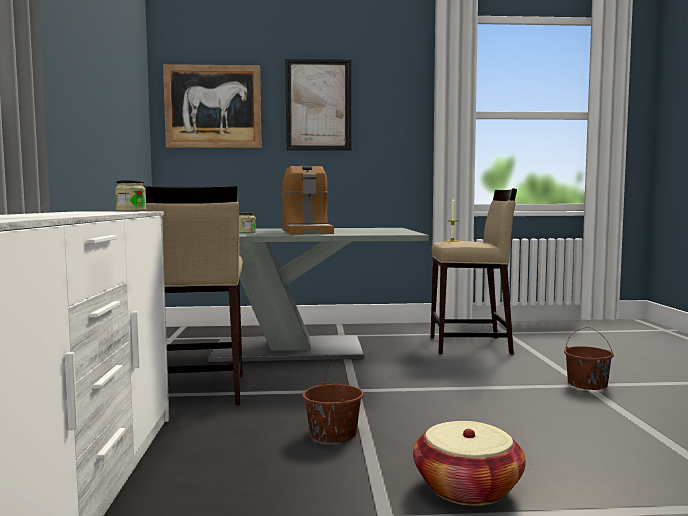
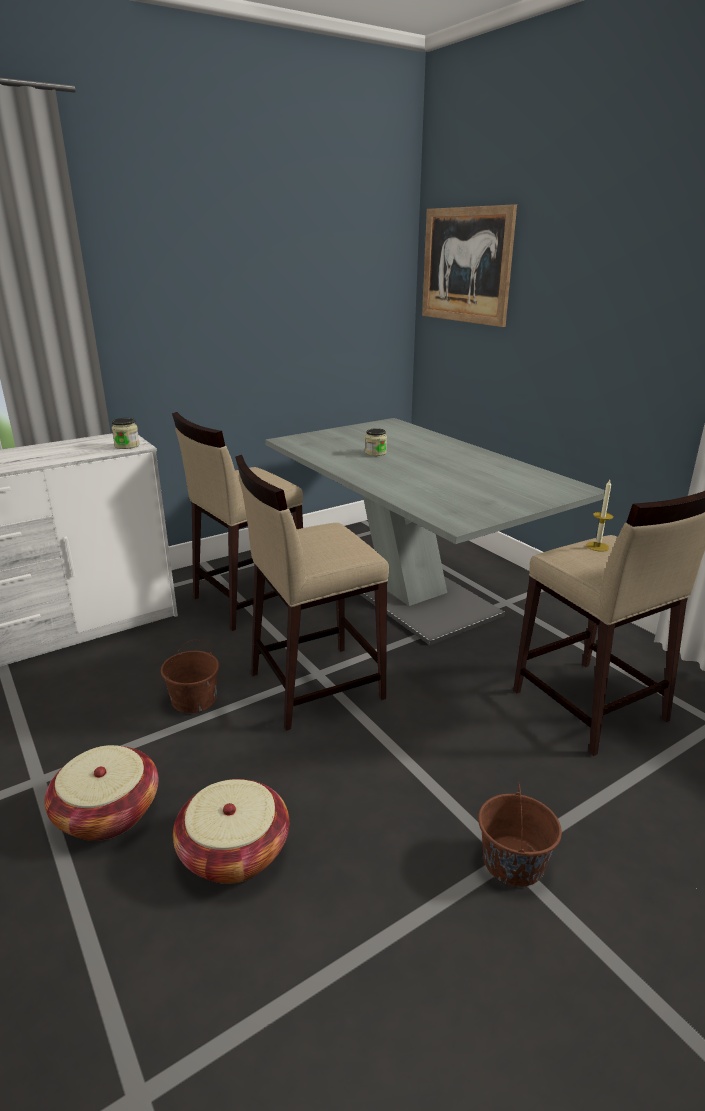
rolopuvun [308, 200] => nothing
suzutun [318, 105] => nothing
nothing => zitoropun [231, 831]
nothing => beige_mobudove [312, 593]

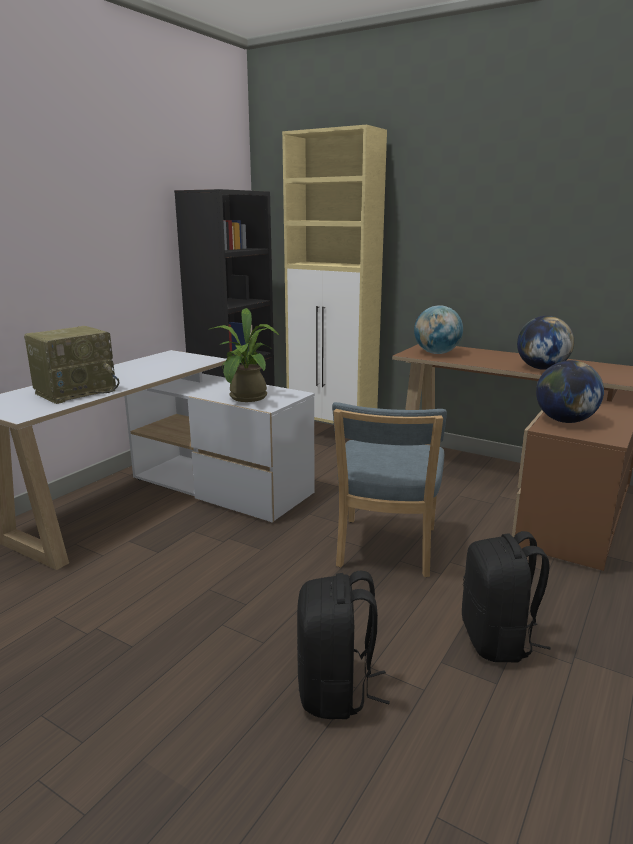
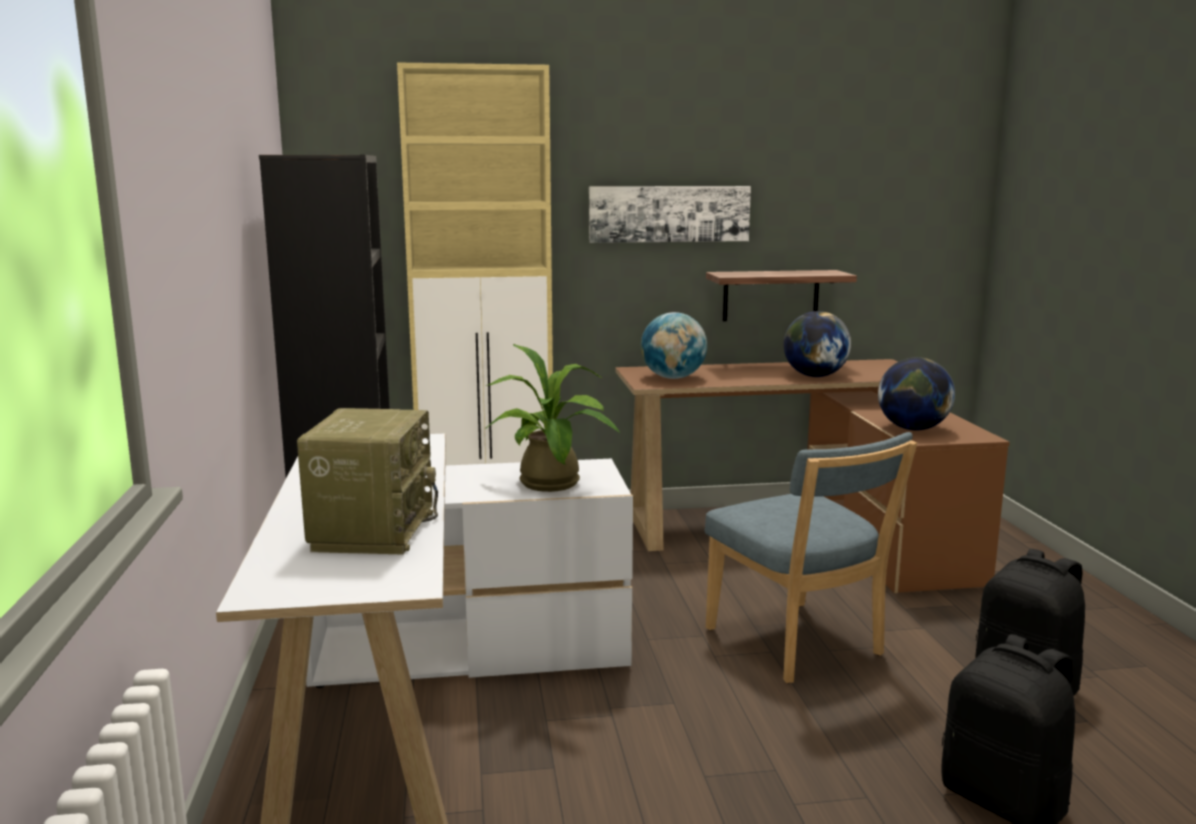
nothing => suzutun [670, 214]
nothing => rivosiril [781, 295]

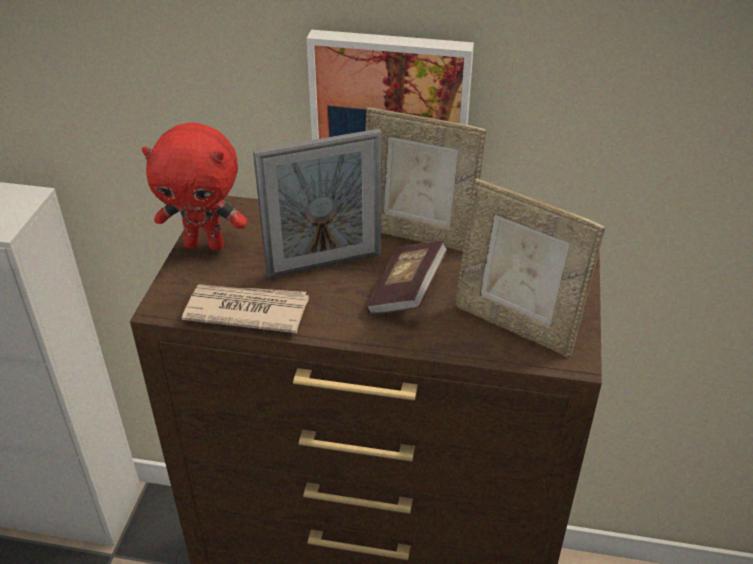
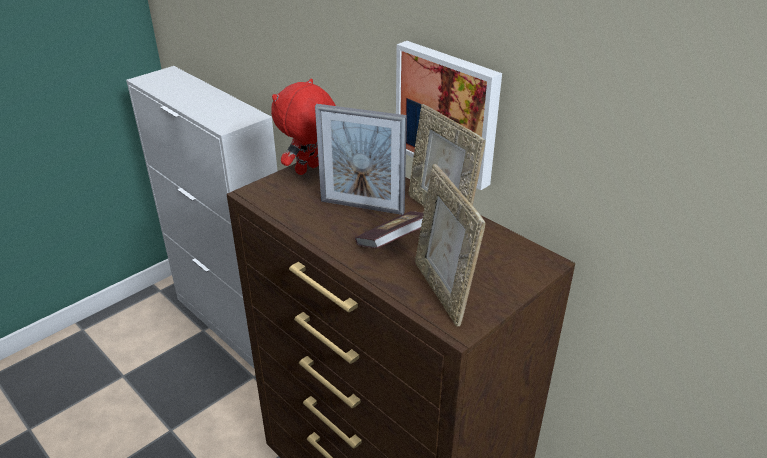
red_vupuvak [194, 186] => red_vupuvak [303, 127], 90 degrees clockwise
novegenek [245, 308] => nothing

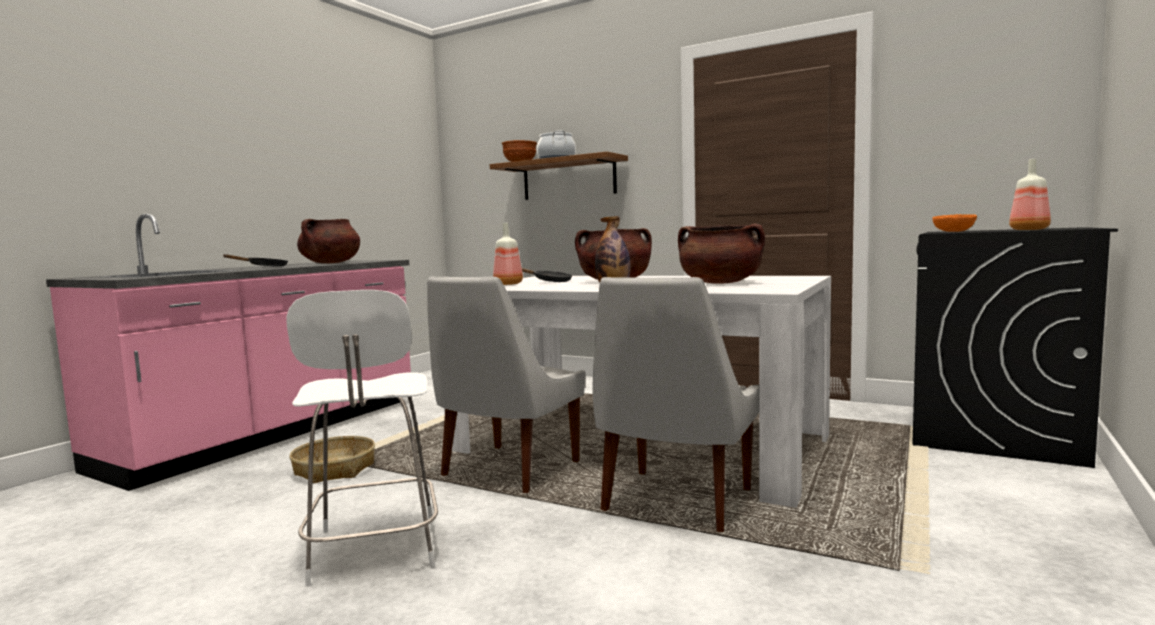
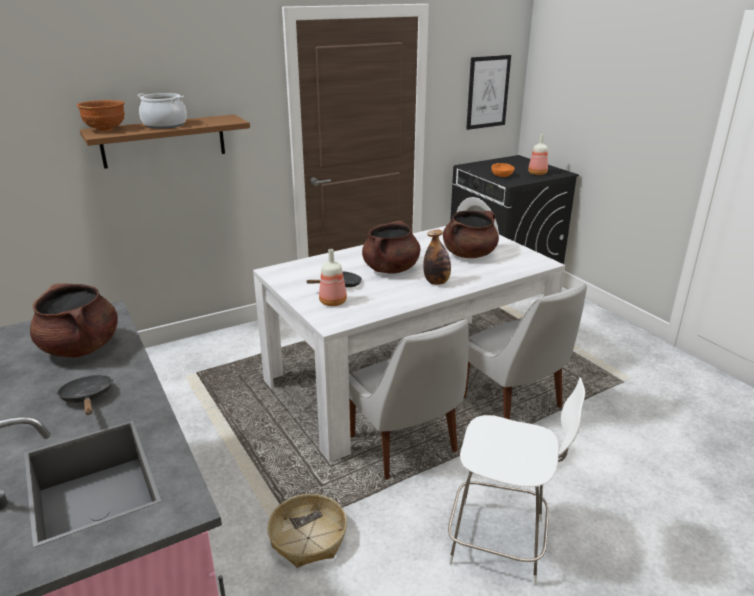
nothing => suzutun [488, 92]

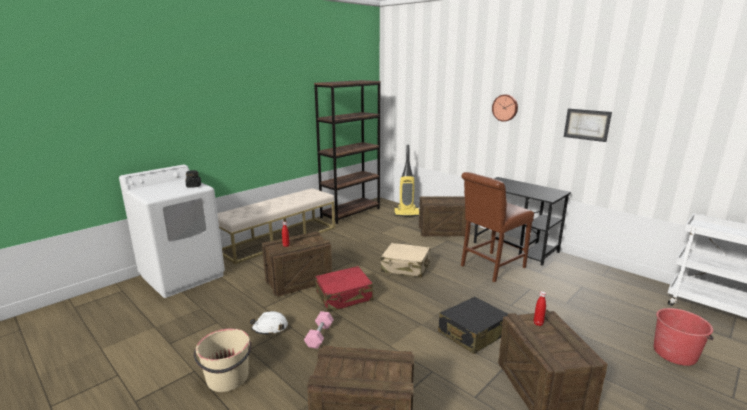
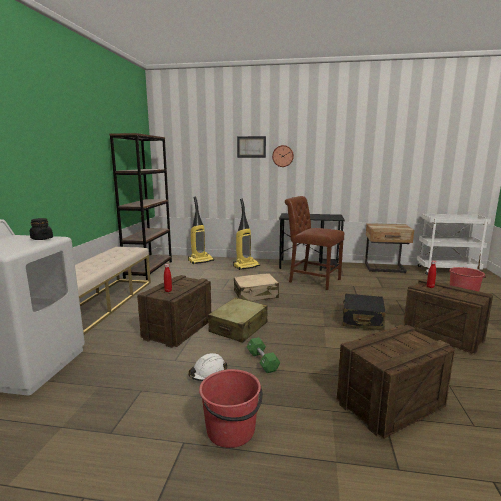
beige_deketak [222, 360] => red_deketak [231, 408]
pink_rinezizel [319, 330] => green_rinezizel [263, 355]
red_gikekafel [344, 289] => beige_gikekafel [238, 320]
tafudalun [442, 216] => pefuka [246, 234]
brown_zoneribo [497, 227] => brown_zoneribo [314, 243], 105 degrees clockwise
suzutun [588, 125] => suzutun [251, 147], moved
nothing => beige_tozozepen [389, 248]

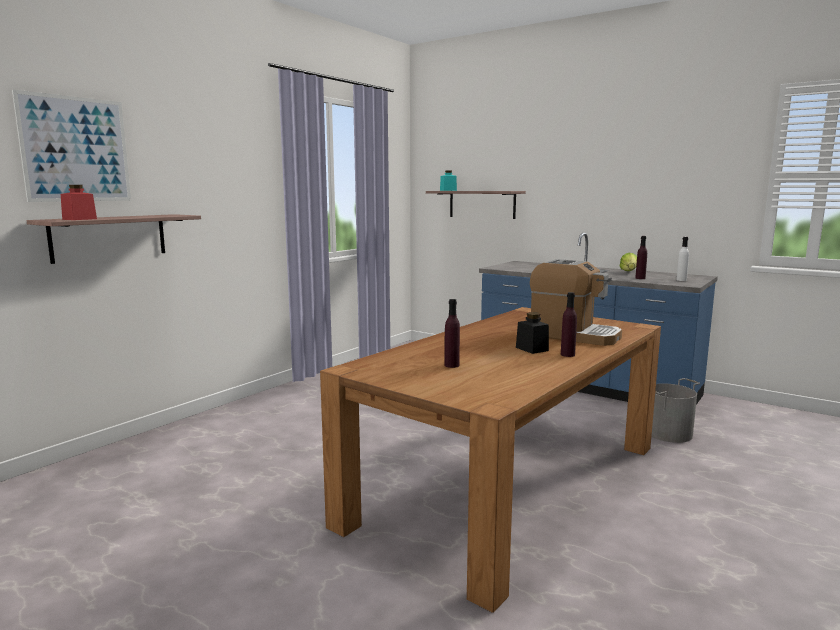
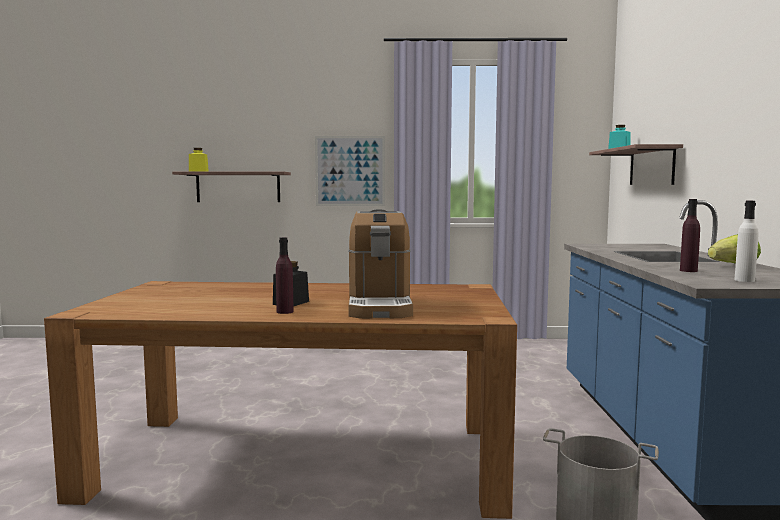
suzutun [71, 146] => suzutun [350, 171], moved
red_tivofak [79, 202] => yellow_tivofak [199, 160]
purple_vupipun [452, 333] => nothing

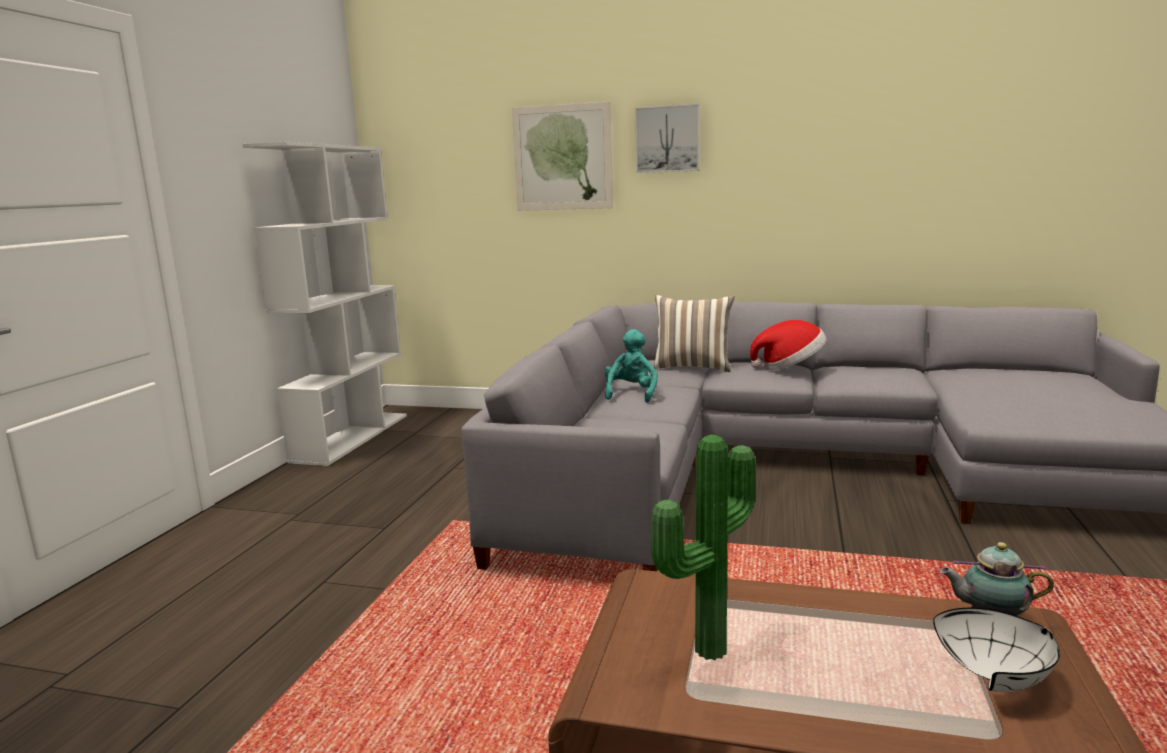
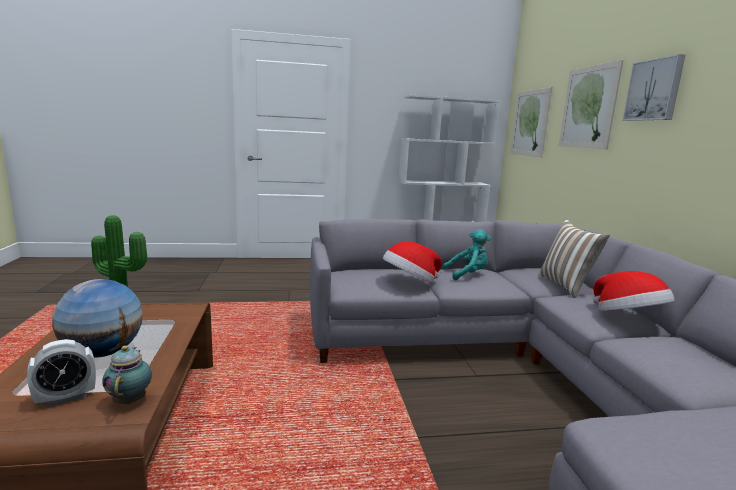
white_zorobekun [996, 650] => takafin [61, 373]
nothing => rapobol [97, 318]
nothing => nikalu [412, 262]
nothing => suzutun [531, 122]

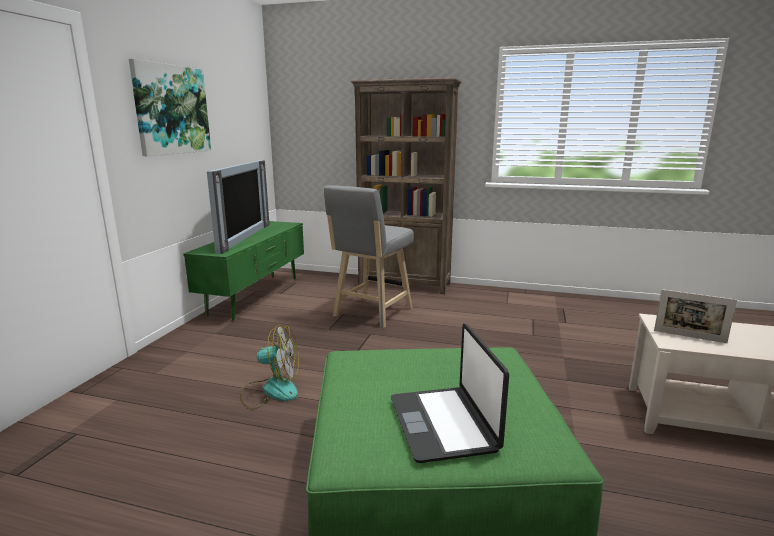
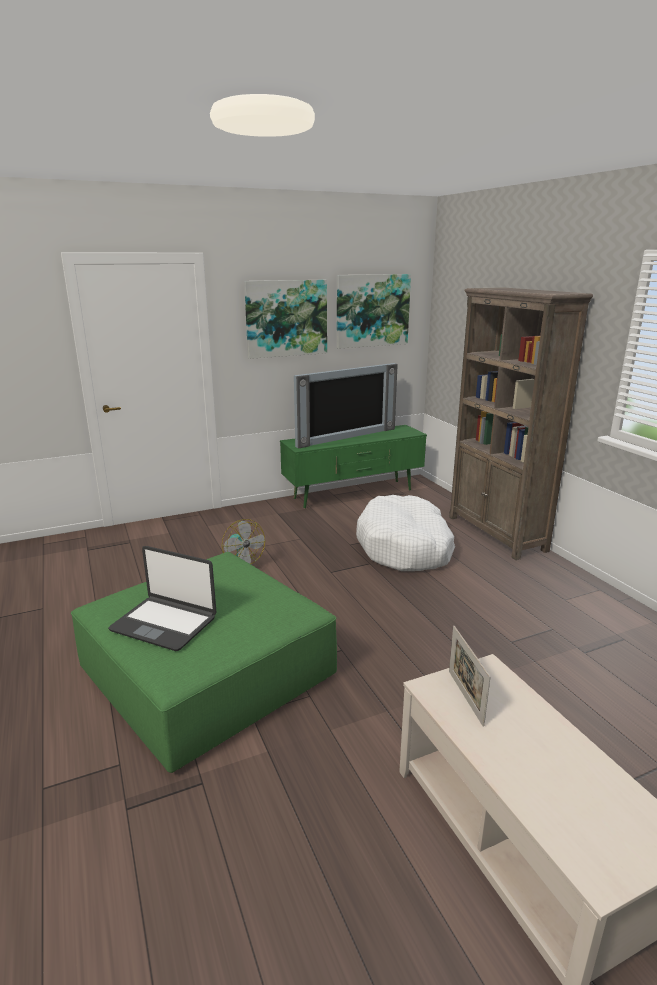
grey_mobudove [369, 256] => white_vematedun [405, 533]
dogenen [450, 393] => dogenen [162, 598], 105 degrees counterclockwise
nothing => suzutun [374, 311]

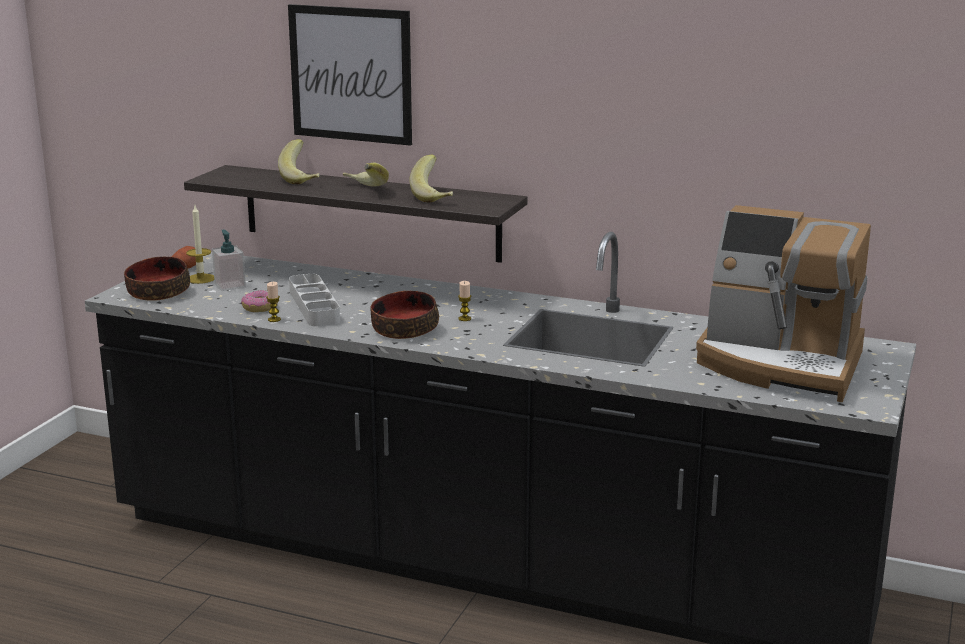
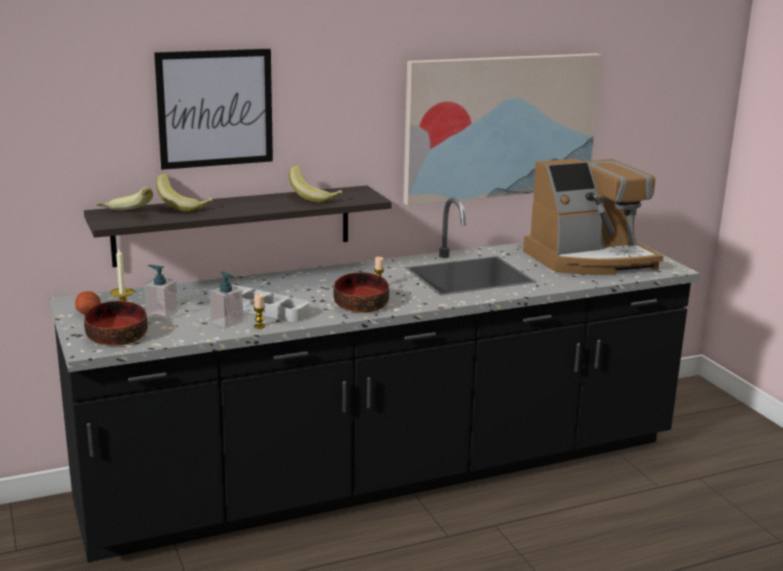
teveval [259, 301] => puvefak [226, 300]
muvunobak [366, 175] => muvunobak [124, 199], moved
nothing => suzutun [502, 129]

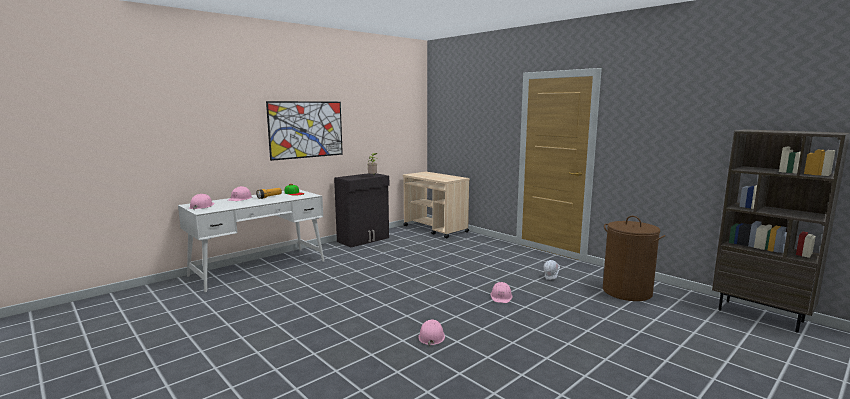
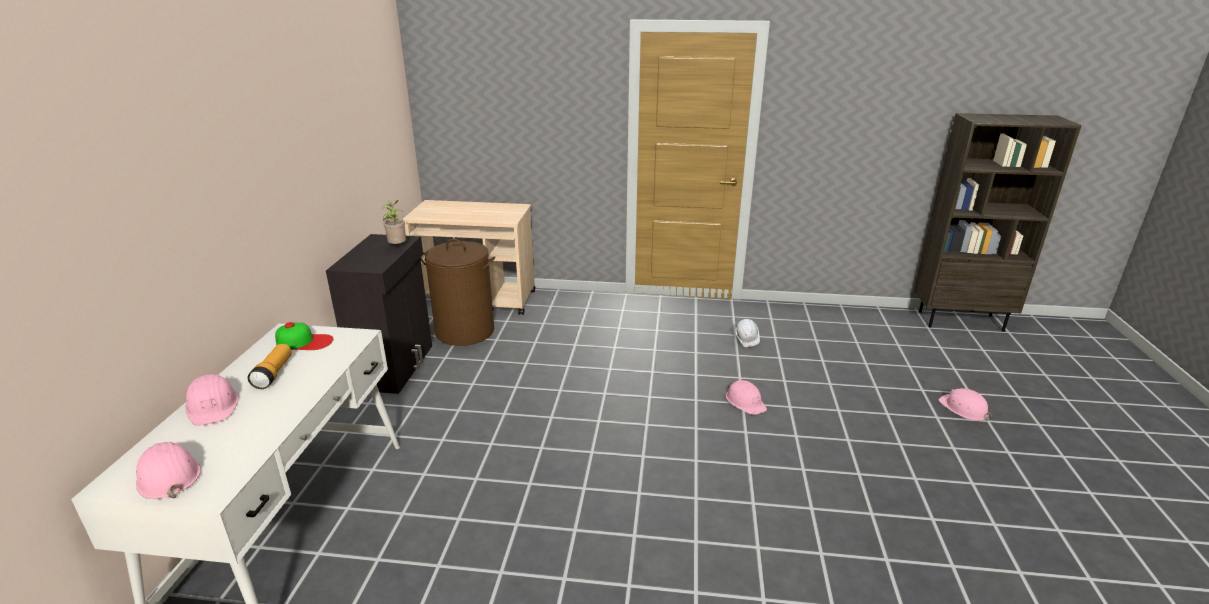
suzutun [304, 131] => nothing
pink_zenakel [431, 332] => pink_zenakel [965, 404], moved
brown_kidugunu [634, 258] => brown_kidugunu [457, 292], moved

